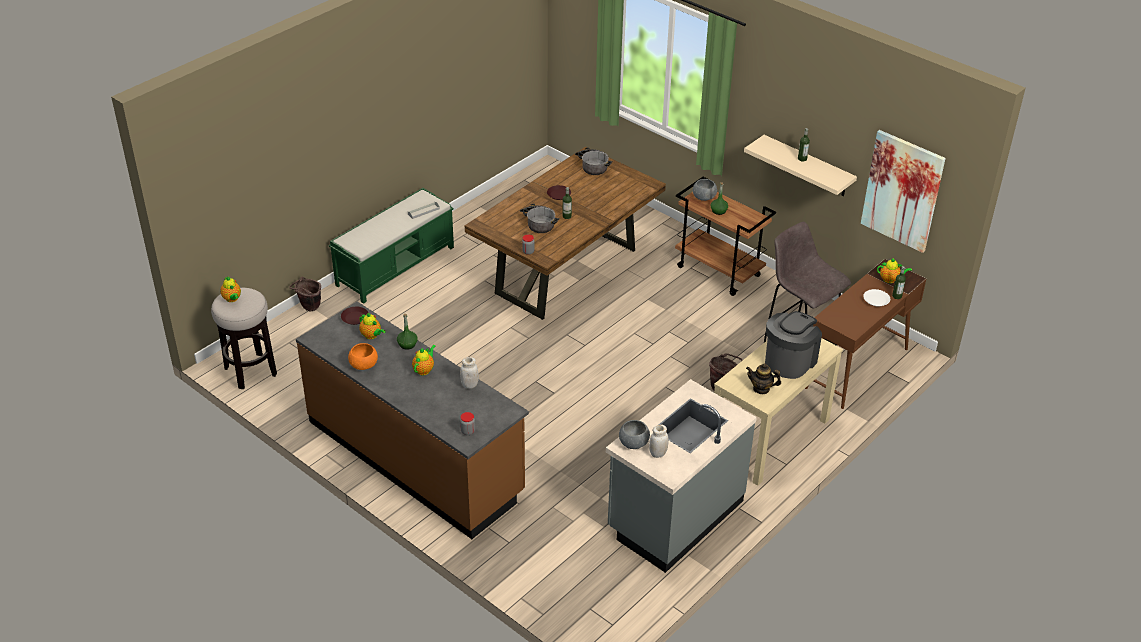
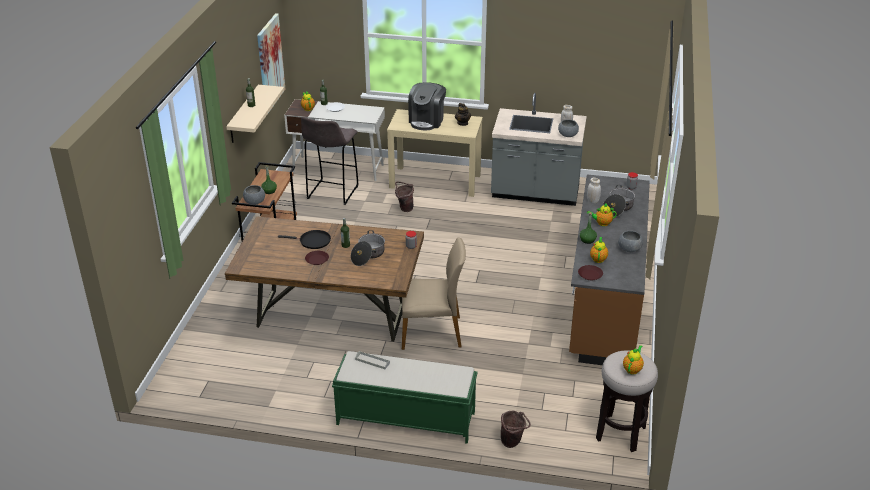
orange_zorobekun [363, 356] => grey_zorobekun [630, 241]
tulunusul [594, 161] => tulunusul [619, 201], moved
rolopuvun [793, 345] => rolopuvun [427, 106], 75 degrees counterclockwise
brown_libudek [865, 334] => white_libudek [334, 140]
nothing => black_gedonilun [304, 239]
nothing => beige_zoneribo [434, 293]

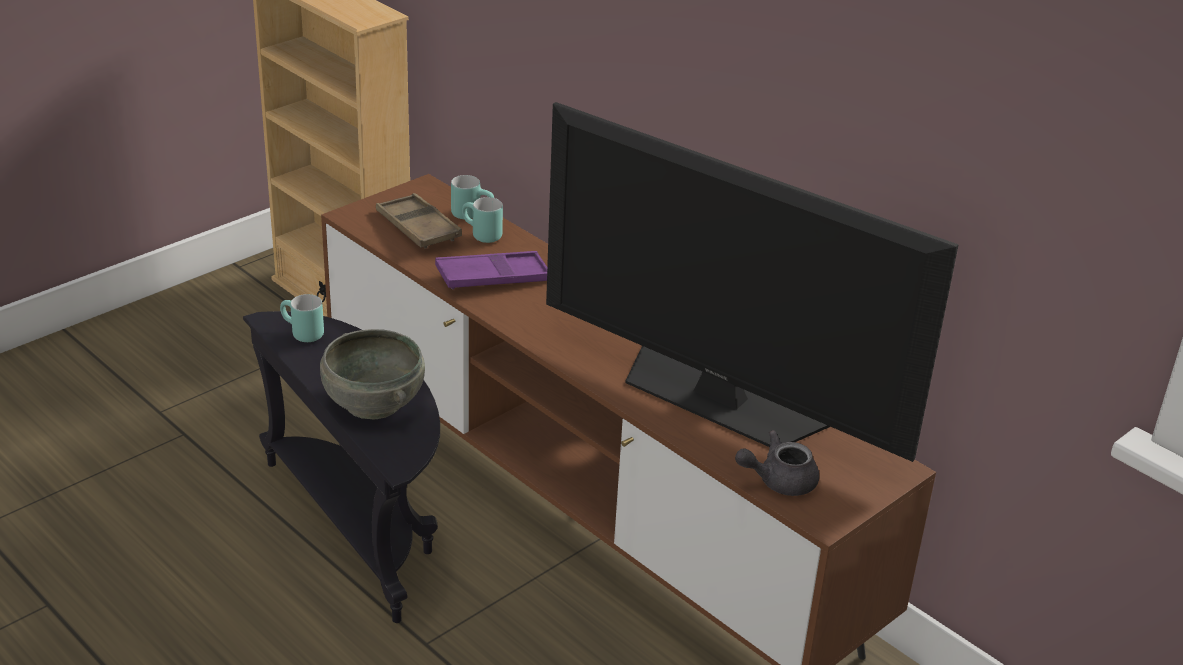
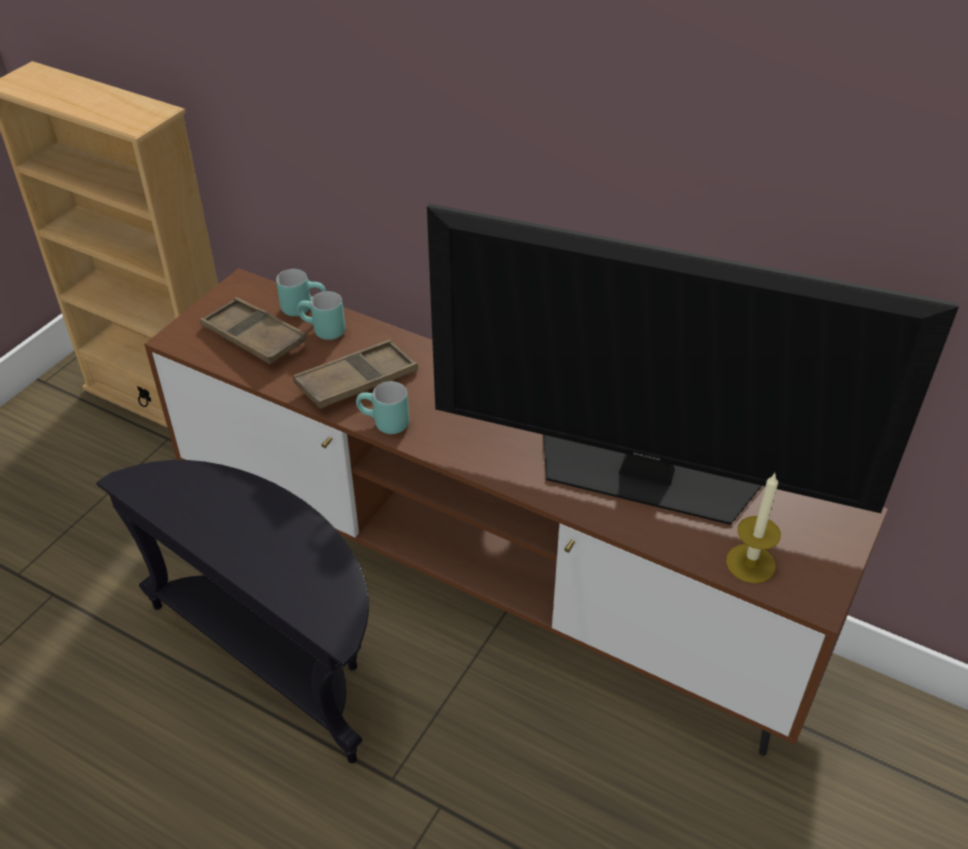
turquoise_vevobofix [302, 318] => turquoise_vevobofix [382, 407], moved
grey_zorobekun [372, 374] => nothing
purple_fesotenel [491, 270] => brown_fesotenel [355, 374]
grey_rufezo [777, 463] => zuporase [753, 528]

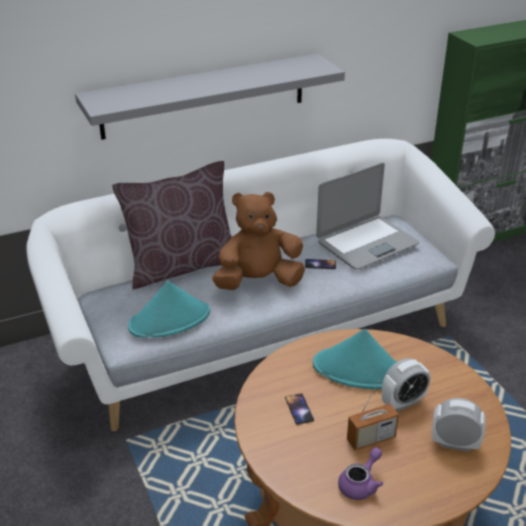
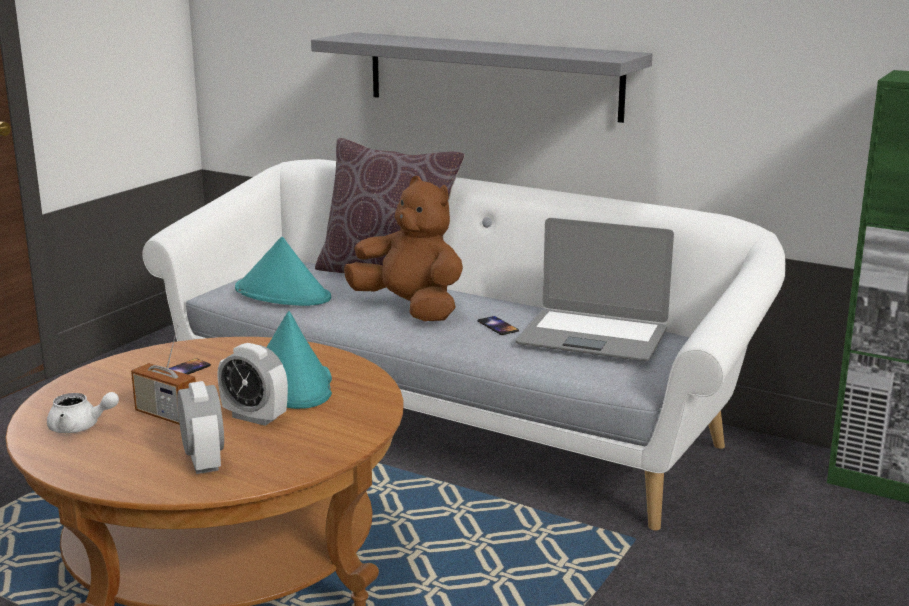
purple_rufezo [360, 473] => white_rufezo [83, 412]

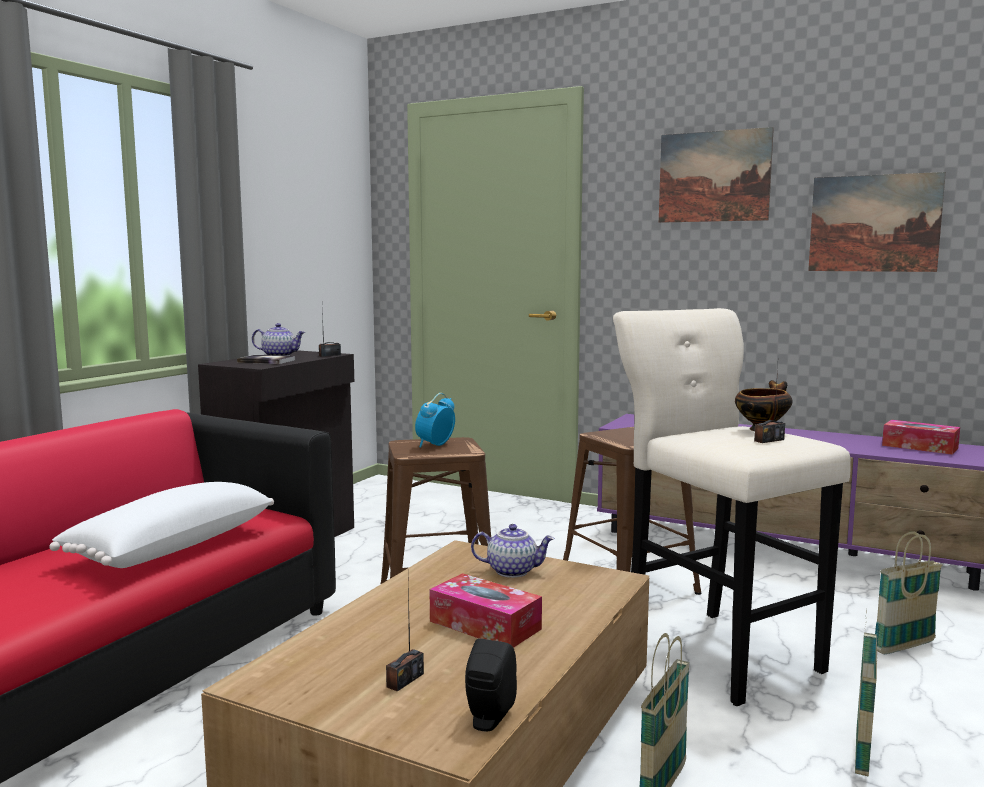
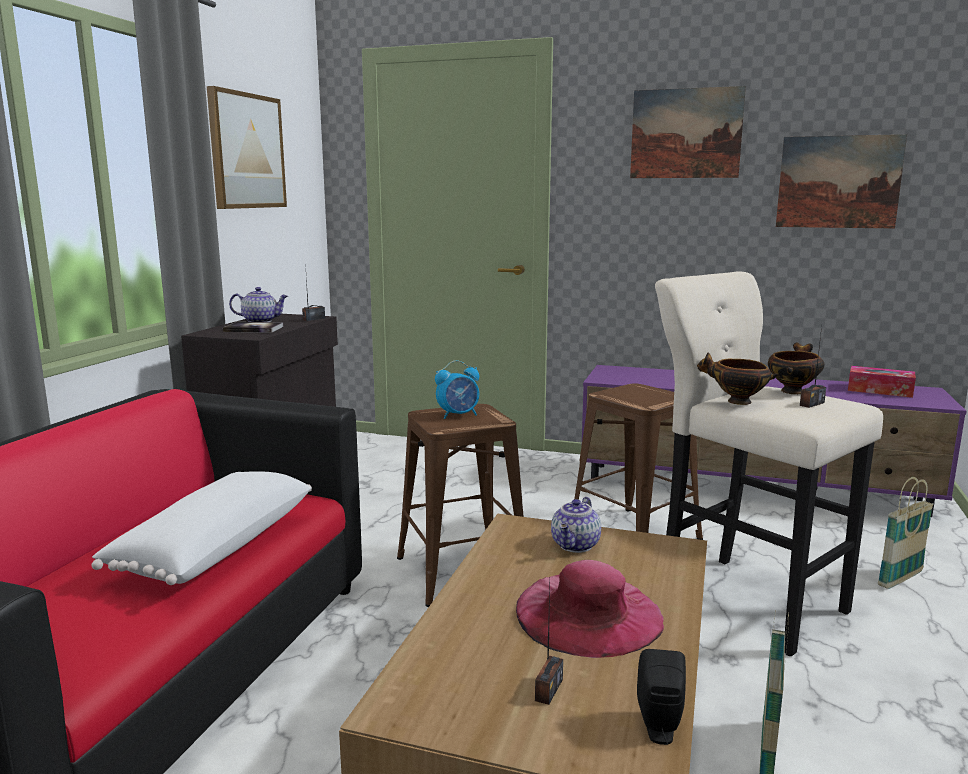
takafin [435, 420] => takafin [457, 389], 135 degrees counterclockwise
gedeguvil [485, 610] => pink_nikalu [590, 609]
rufezo [513, 551] => rufezo [576, 525], 120 degrees clockwise
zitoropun [867, 693] => nothing
nothing => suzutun [247, 147]
nothing => zorobekun [737, 379]

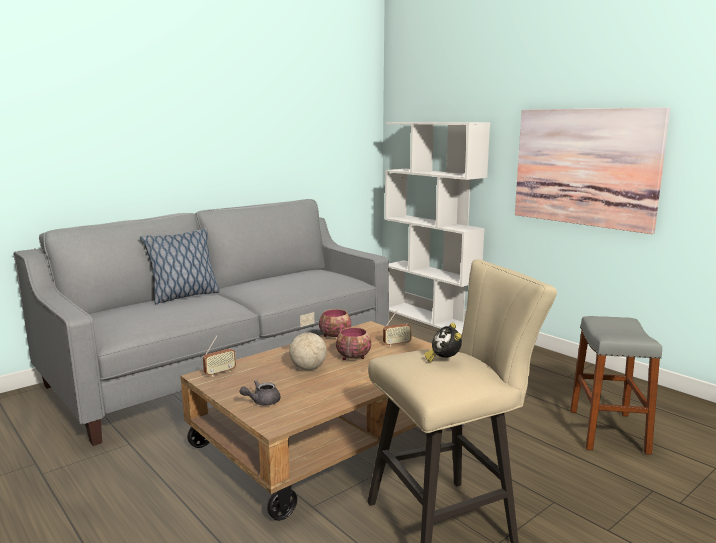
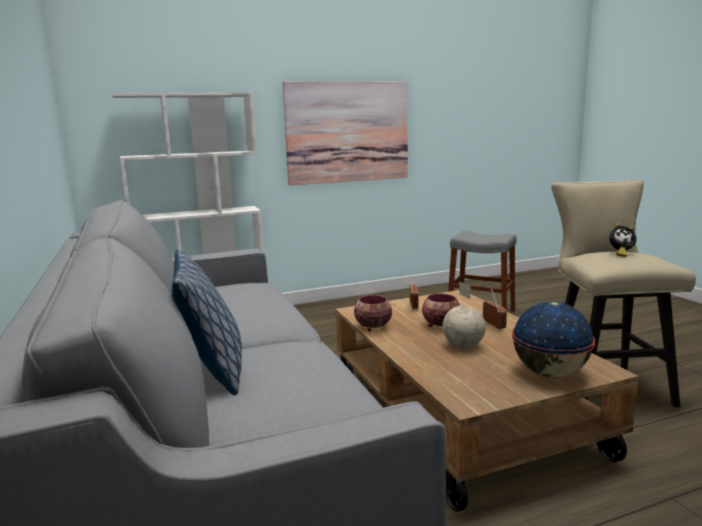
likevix [219, 356] => likevix [495, 309], moved
grey_rufezo [260, 393] => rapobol [553, 339]

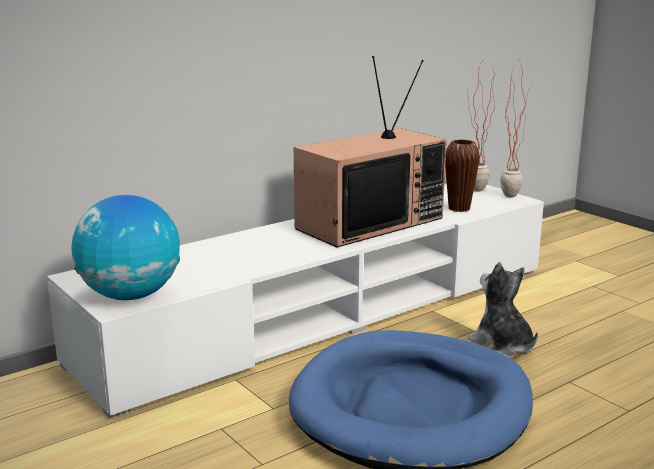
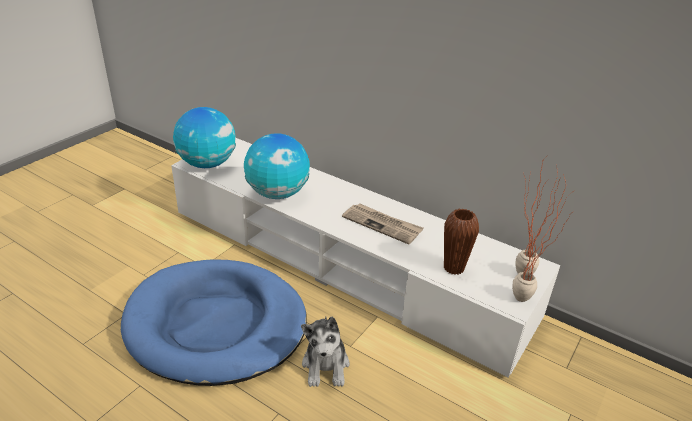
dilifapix [370, 151] => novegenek [383, 223]
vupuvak [503, 310] => vupuvak [325, 351], 135 degrees clockwise
nothing => rapobol [277, 166]

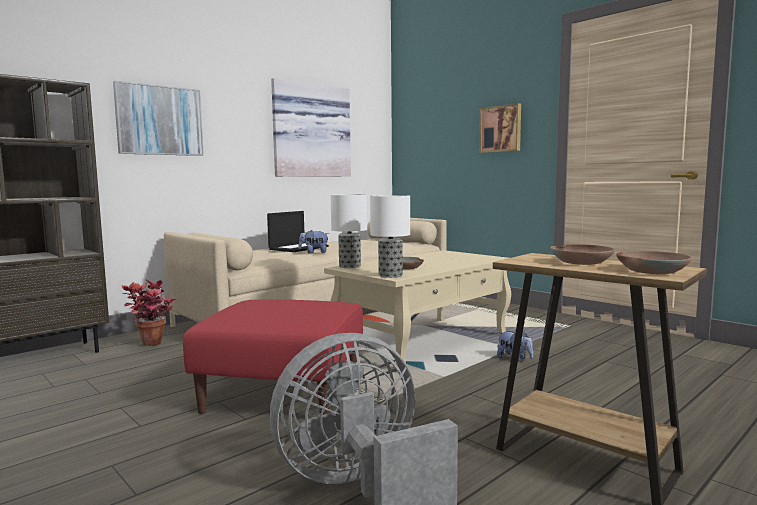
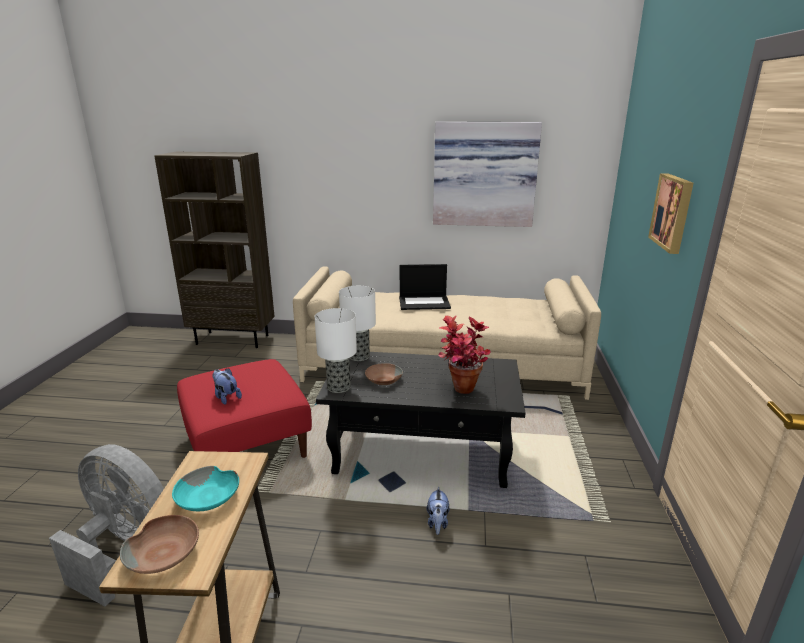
suzutun [158, 118] => nothing
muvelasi [149, 313] => muvelasi [464, 355], moved
vupuvak [313, 242] => vupuvak [227, 386], moved
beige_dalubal [417, 311] => black_dalubal [421, 420]
brown_zorobekun [582, 254] => turquoise_zorobekun [205, 488]

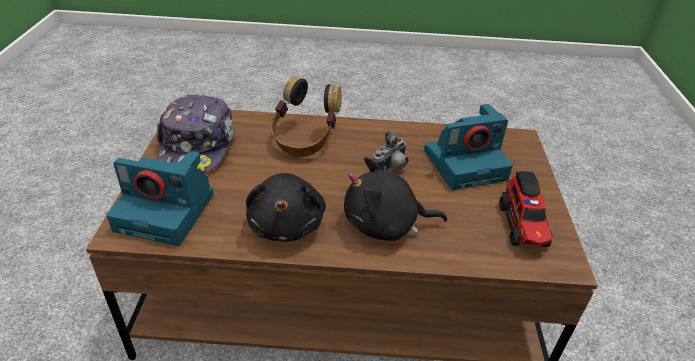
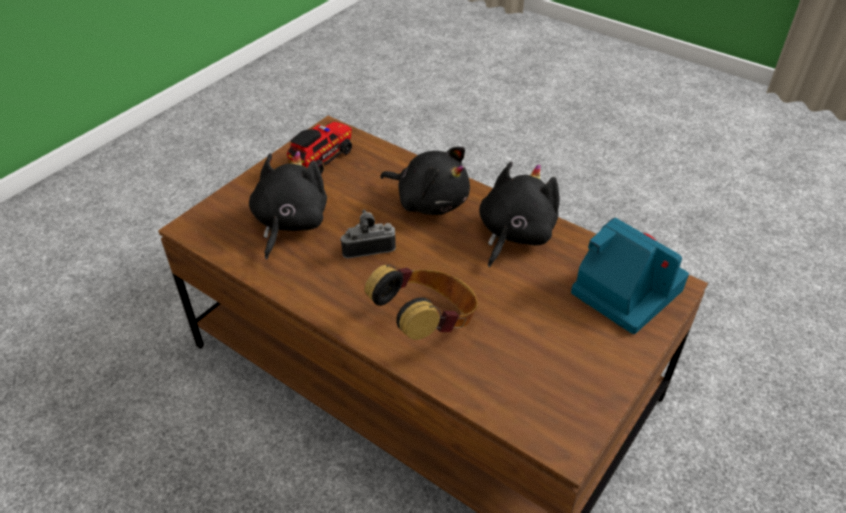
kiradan [195, 134] => nothing
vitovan [468, 147] => black_vupuvak [288, 205]

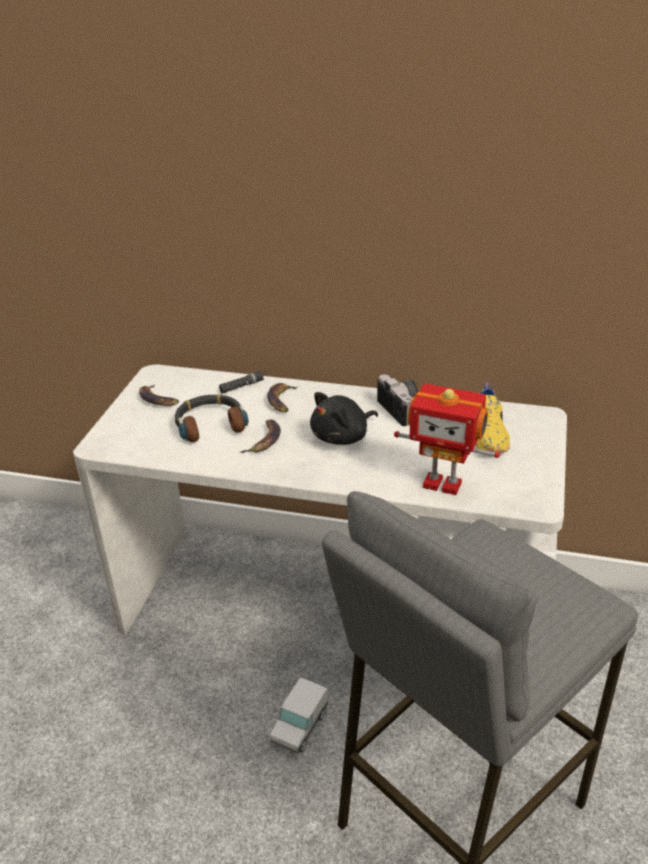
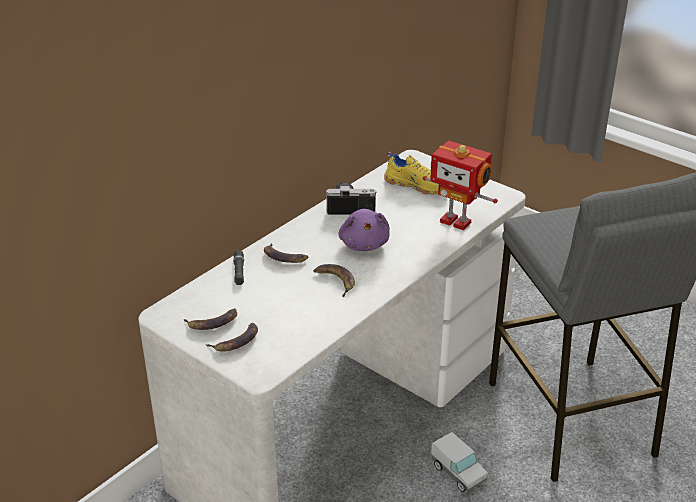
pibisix [212, 418] => nothing
black_vupuvak [344, 418] => purple_vupuvak [364, 230]
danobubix [447, 439] => danobubix [460, 185], 75 degrees clockwise
nothing => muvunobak [231, 336]

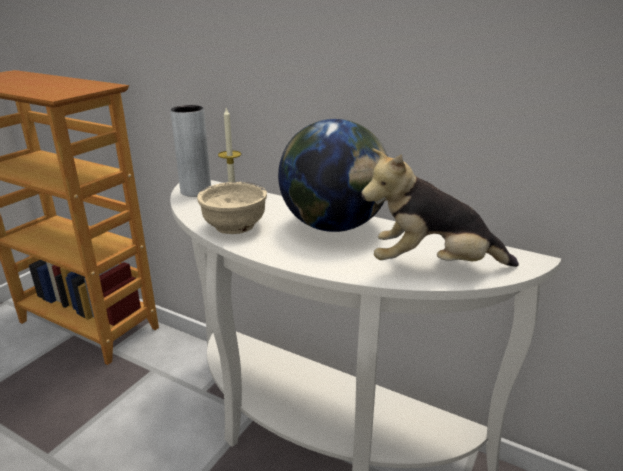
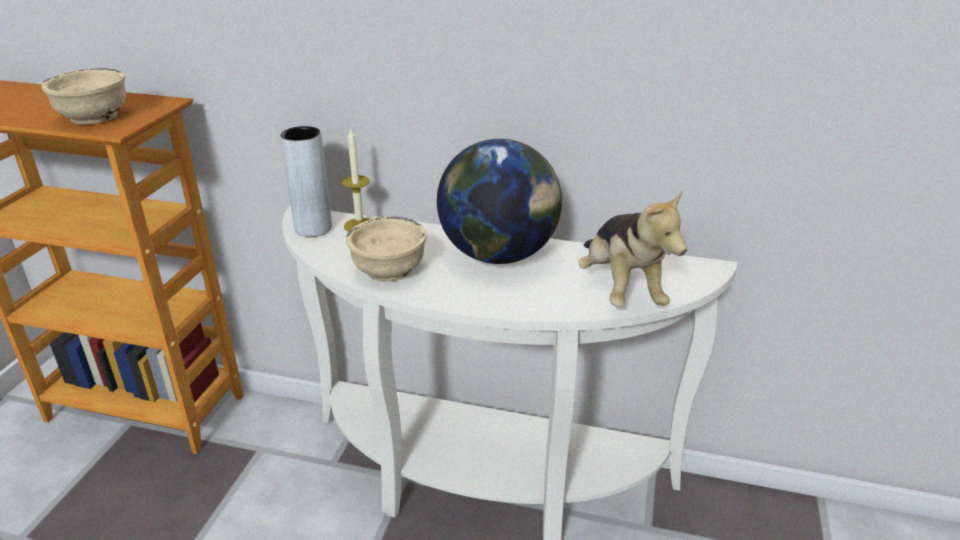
vupuvak [440, 207] => vupuvak [632, 249], 90 degrees counterclockwise
nothing => beige_zorobekun [83, 96]

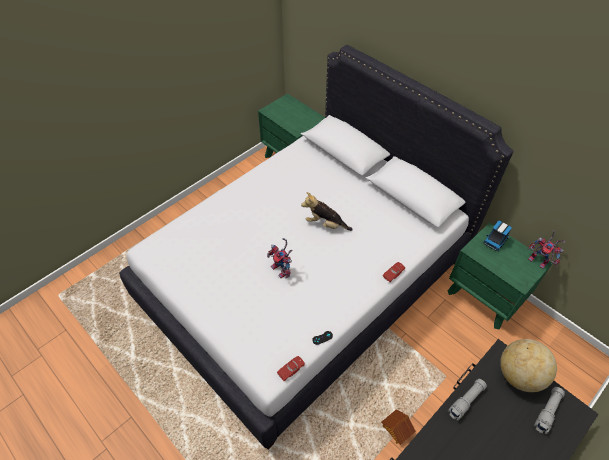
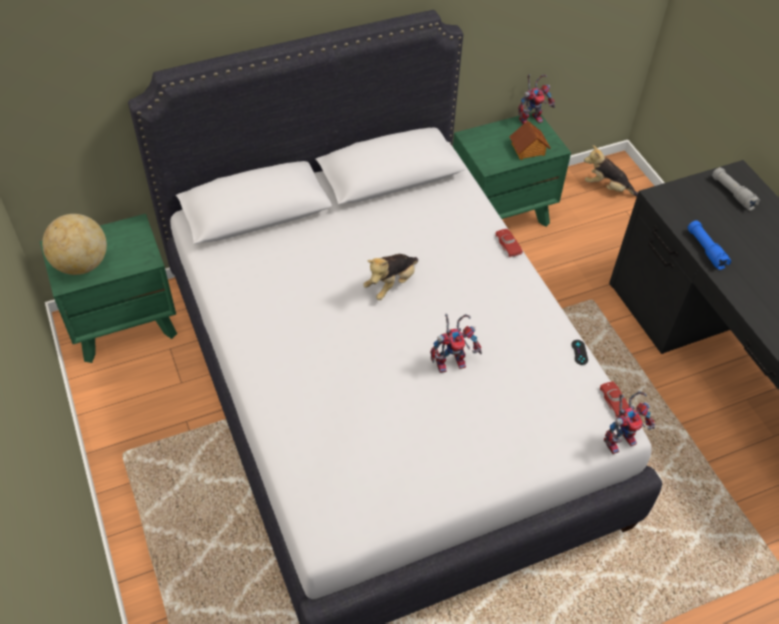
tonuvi [398, 427] => tonuvi [529, 140], moved
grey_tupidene [467, 400] => blue_tupidene [709, 245]
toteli [497, 235] => nothing
rapobol [528, 365] => rapobol [74, 244], moved
nothing => vupuvak [611, 170]
nothing => danobubix [629, 422]

